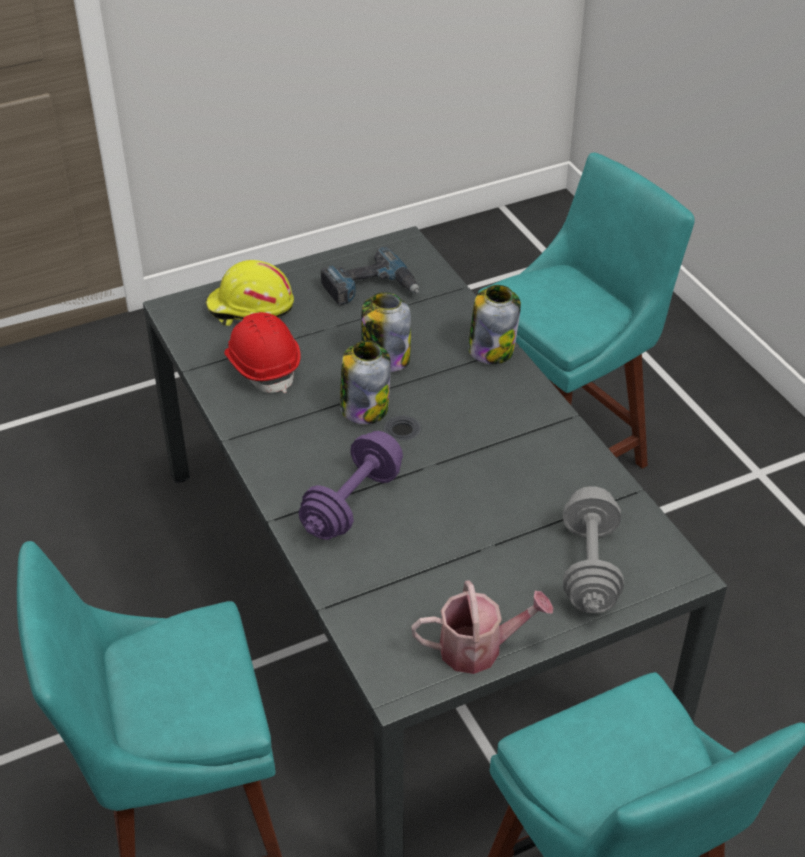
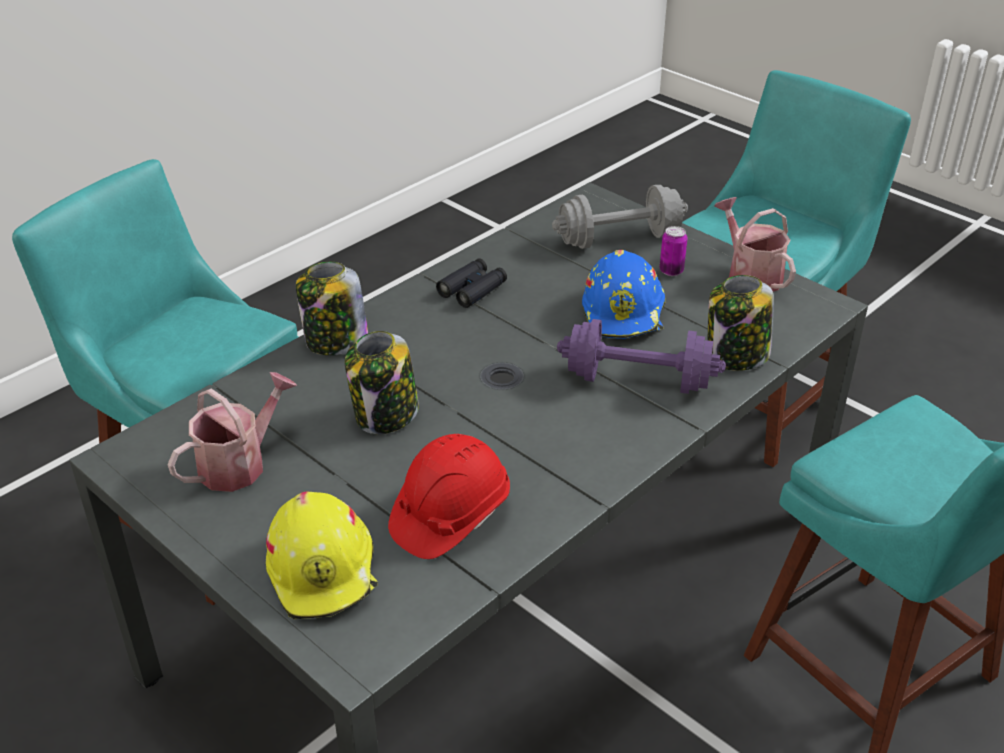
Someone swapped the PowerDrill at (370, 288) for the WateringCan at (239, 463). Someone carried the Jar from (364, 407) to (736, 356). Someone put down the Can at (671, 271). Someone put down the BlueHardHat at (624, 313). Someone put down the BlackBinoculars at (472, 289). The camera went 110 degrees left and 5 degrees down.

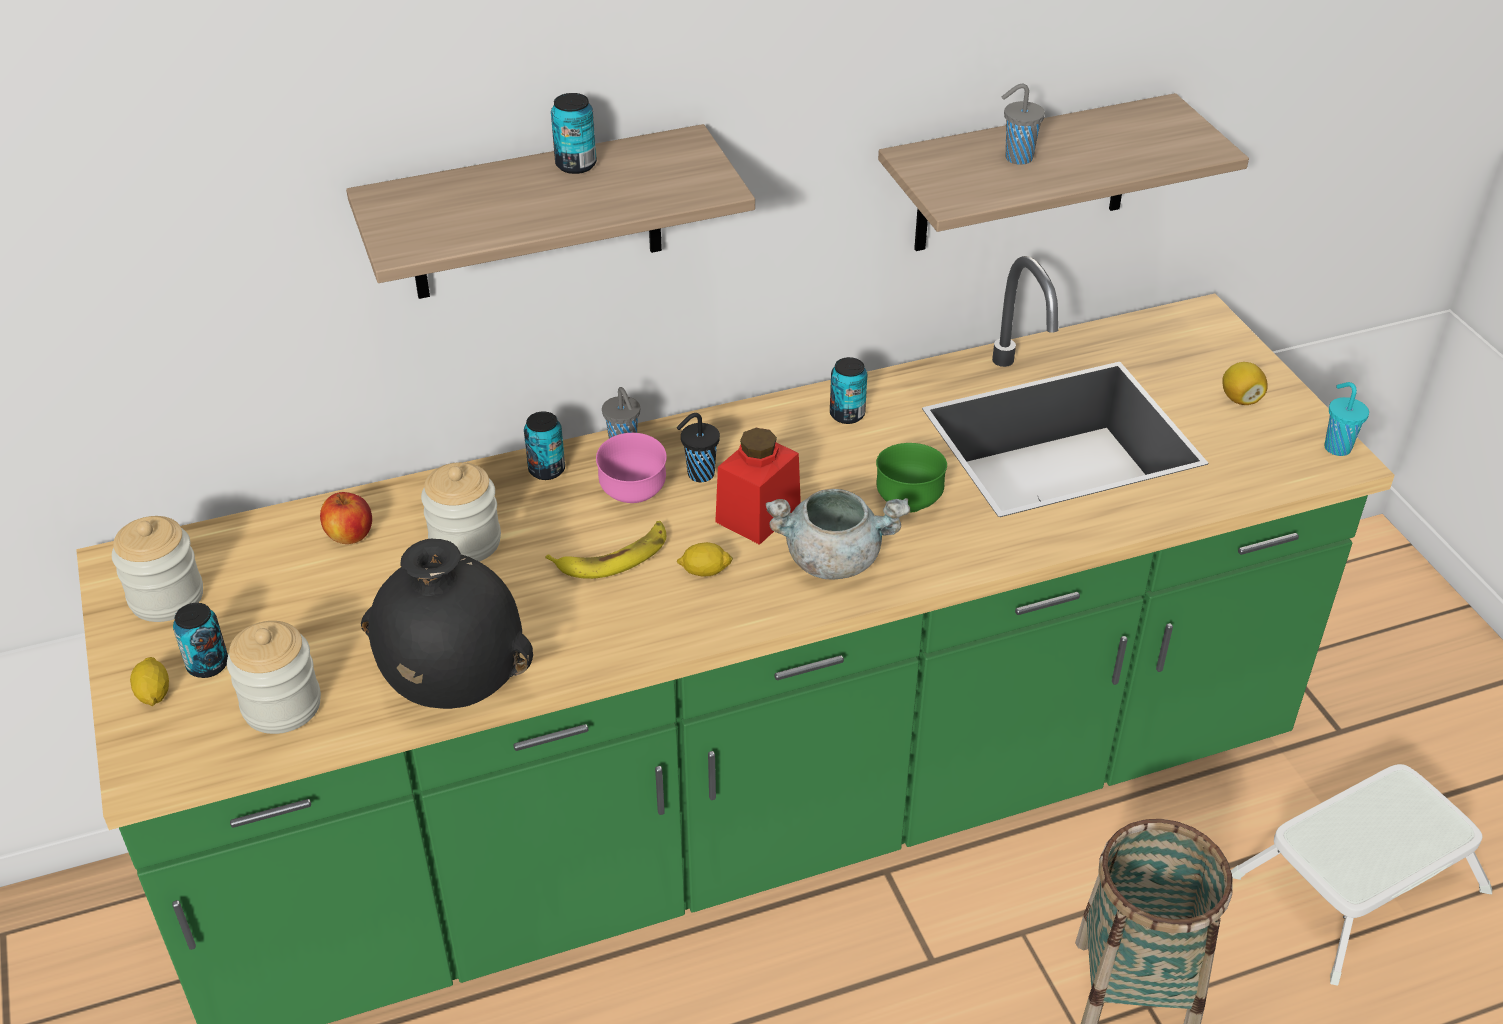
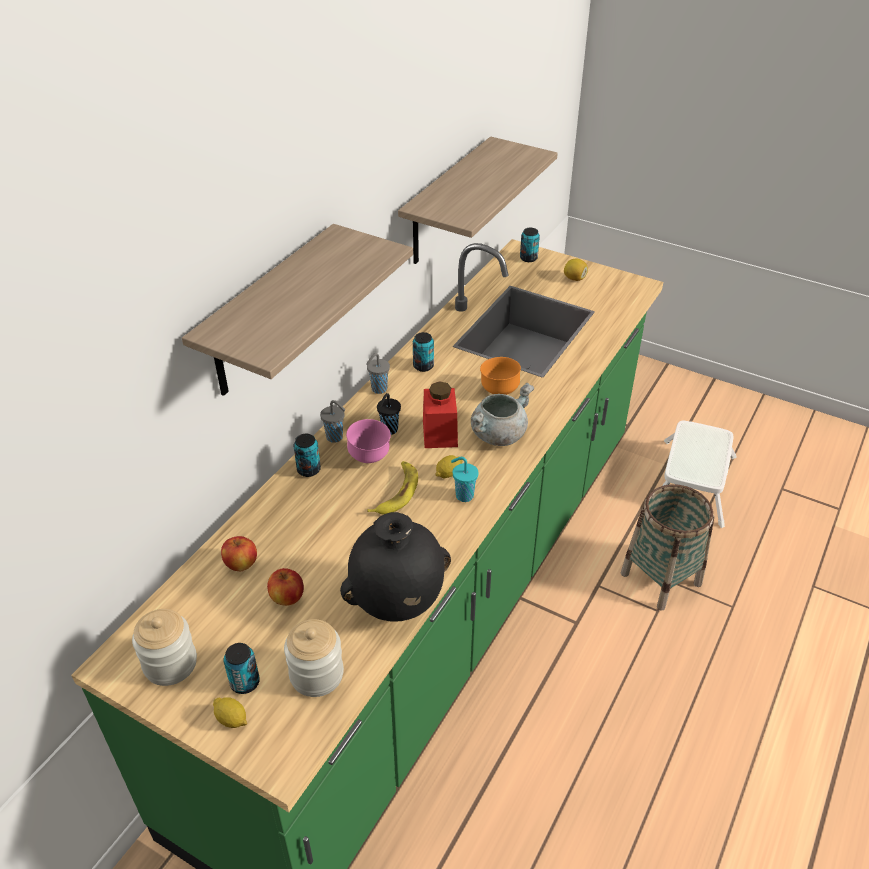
Someone carried the GreyCup from (1016, 158) to (378, 389). Someone carried the Can from (576, 165) to (528, 258). Someone carried the TurquoiseCup from (1336, 447) to (463, 495). Someone repainted the GreenBowl at (908, 503), which became the OrangeBowl at (499, 391). Someone took away the Jar at (465, 542). Someone put down the Apple at (287, 598). The camera went 40 degrees left and 0 degrees up.

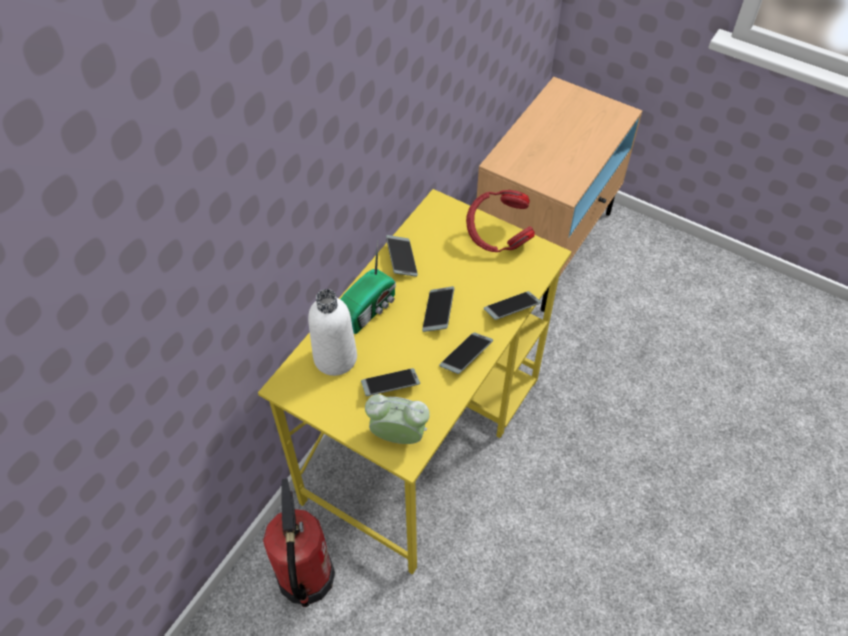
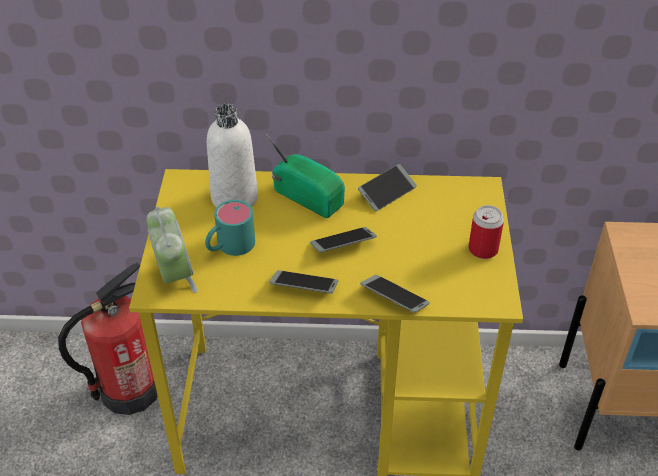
Someone swapped the RedHeadphones at (497, 237) for the Can at (483, 249). Someone rotated the Radio at (369, 309) by 150 degrees counterclockwise. Someone swapped the Phone at (390, 385) for the TurquoiseMug at (229, 247). The camera went 60 degrees right and 10 degrees down.

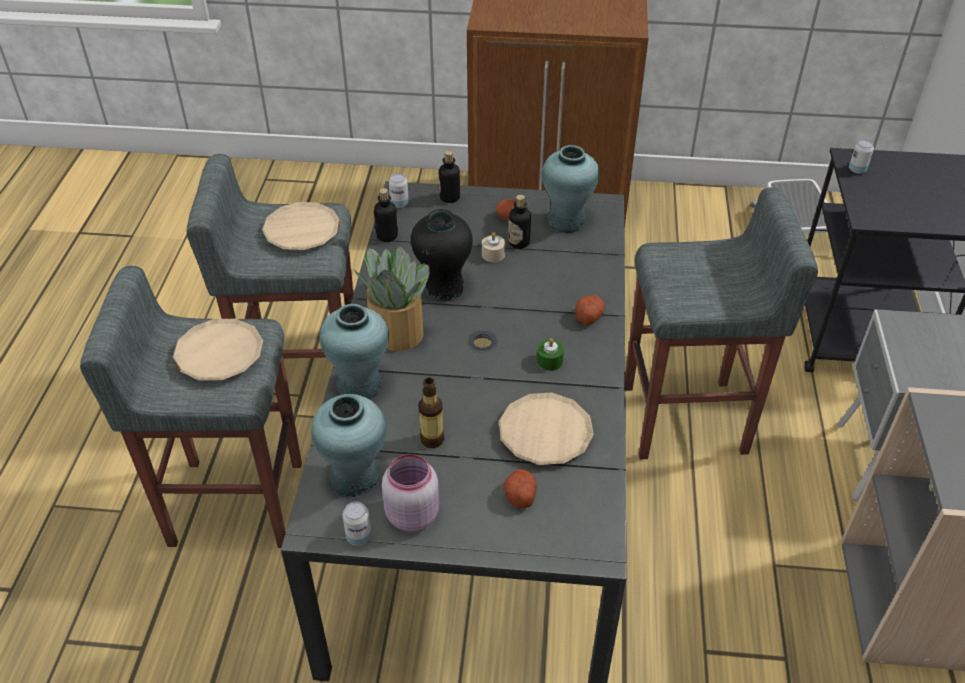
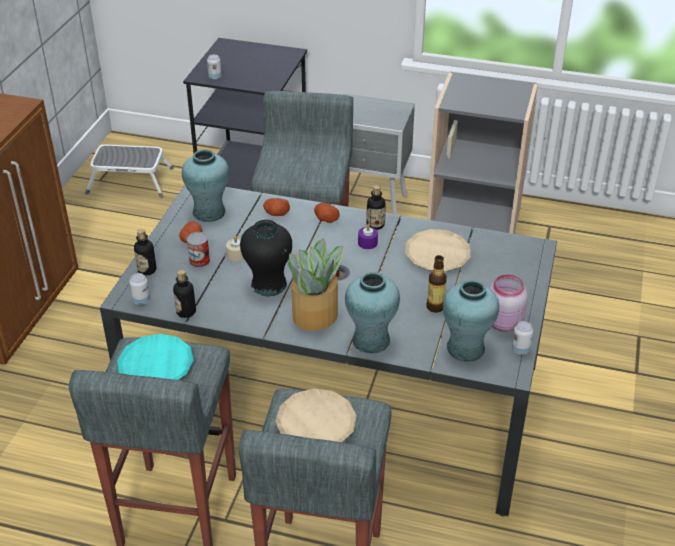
Someone carried the Bottle from (519, 242) to (375, 225). Someone repainted the BeigePlate at (302, 231), which became the TurquoisePlate at (156, 365). Someone repainted the GreenCandle at (549, 361), which became the PurpleCandle at (367, 243). Someone carried the Potato from (519, 495) to (276, 213). Someone put down the Can at (199, 261). The camera went 80 degrees left and 5 degrees down.

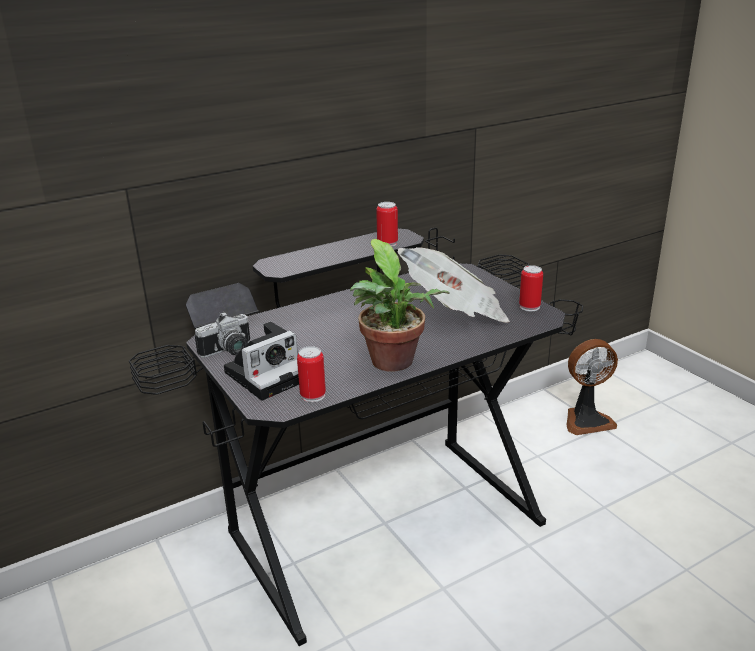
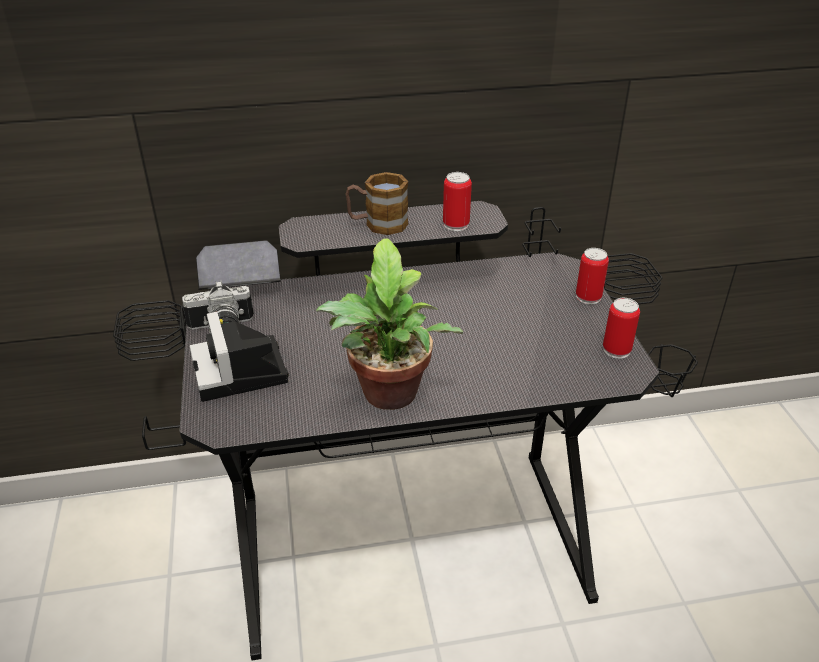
Someone took away the Newspaper at (454, 311). Someone rotated the PhotoCamera at (268, 374) by 90 degrees clockwise. Someone took away the Fan at (586, 420). Someone carried the Can from (313, 395) to (588, 297). Someone put down the Mug at (377, 224). The camera went 20 degrees right and 10 degrees up.

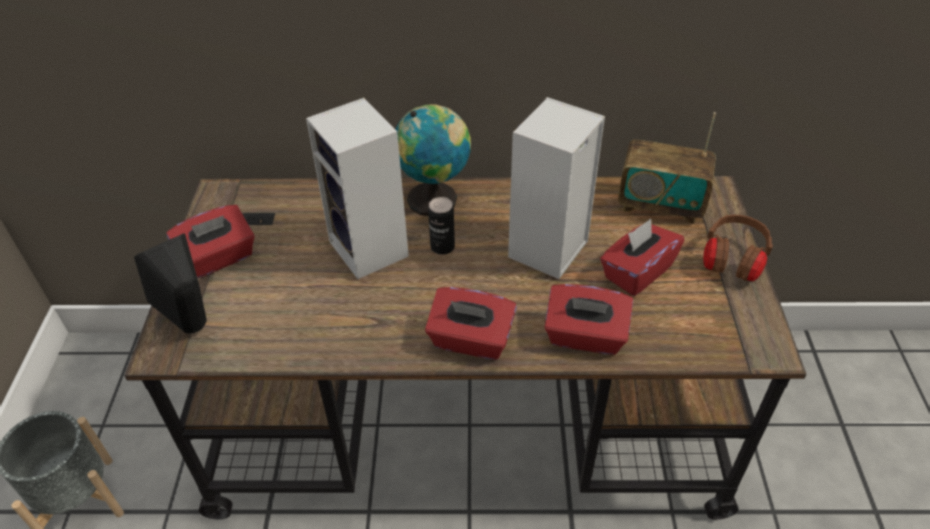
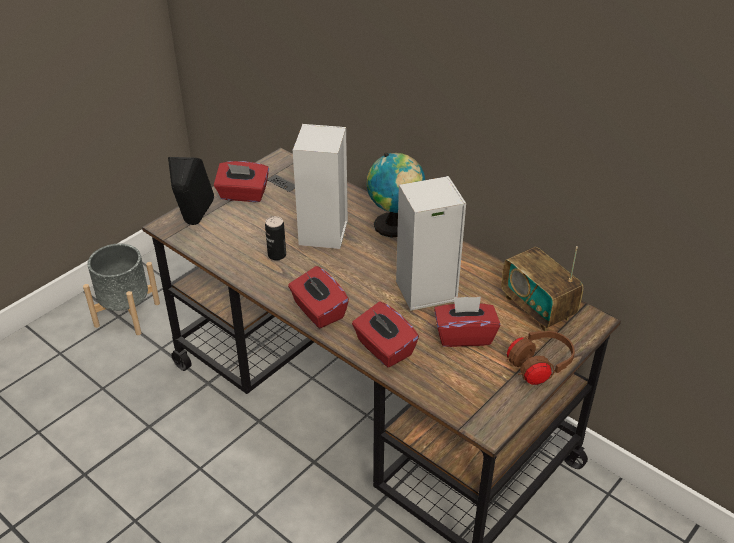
Someone carried the Can from (442, 247) to (277, 255). The camera went 40 degrees right and 5 degrees down.

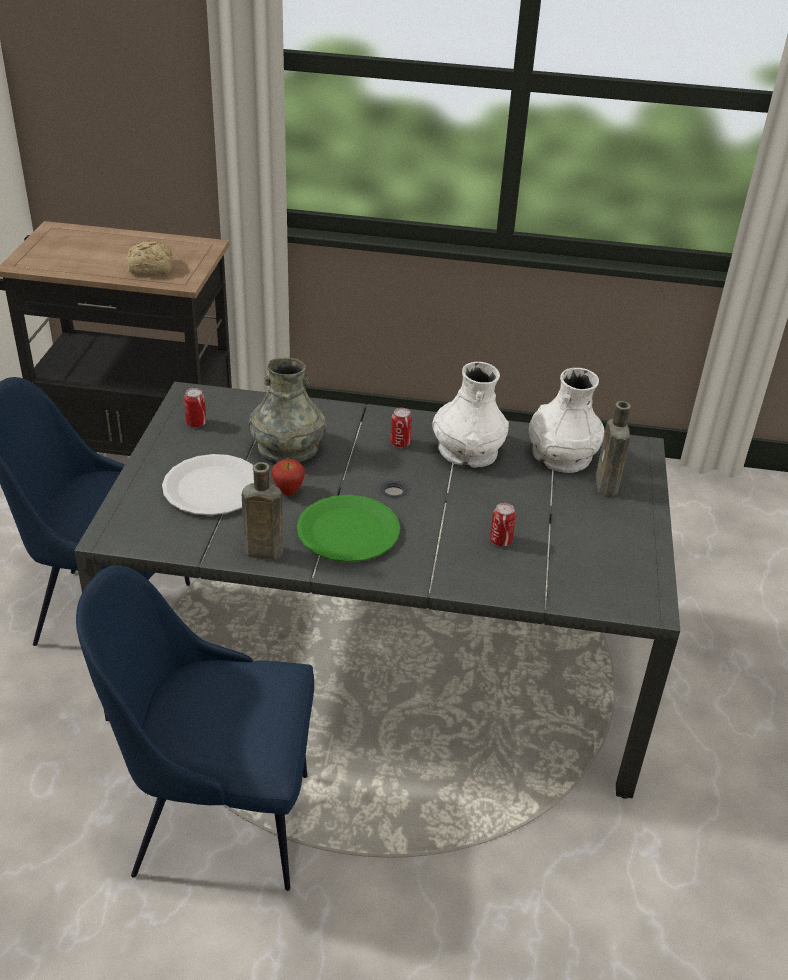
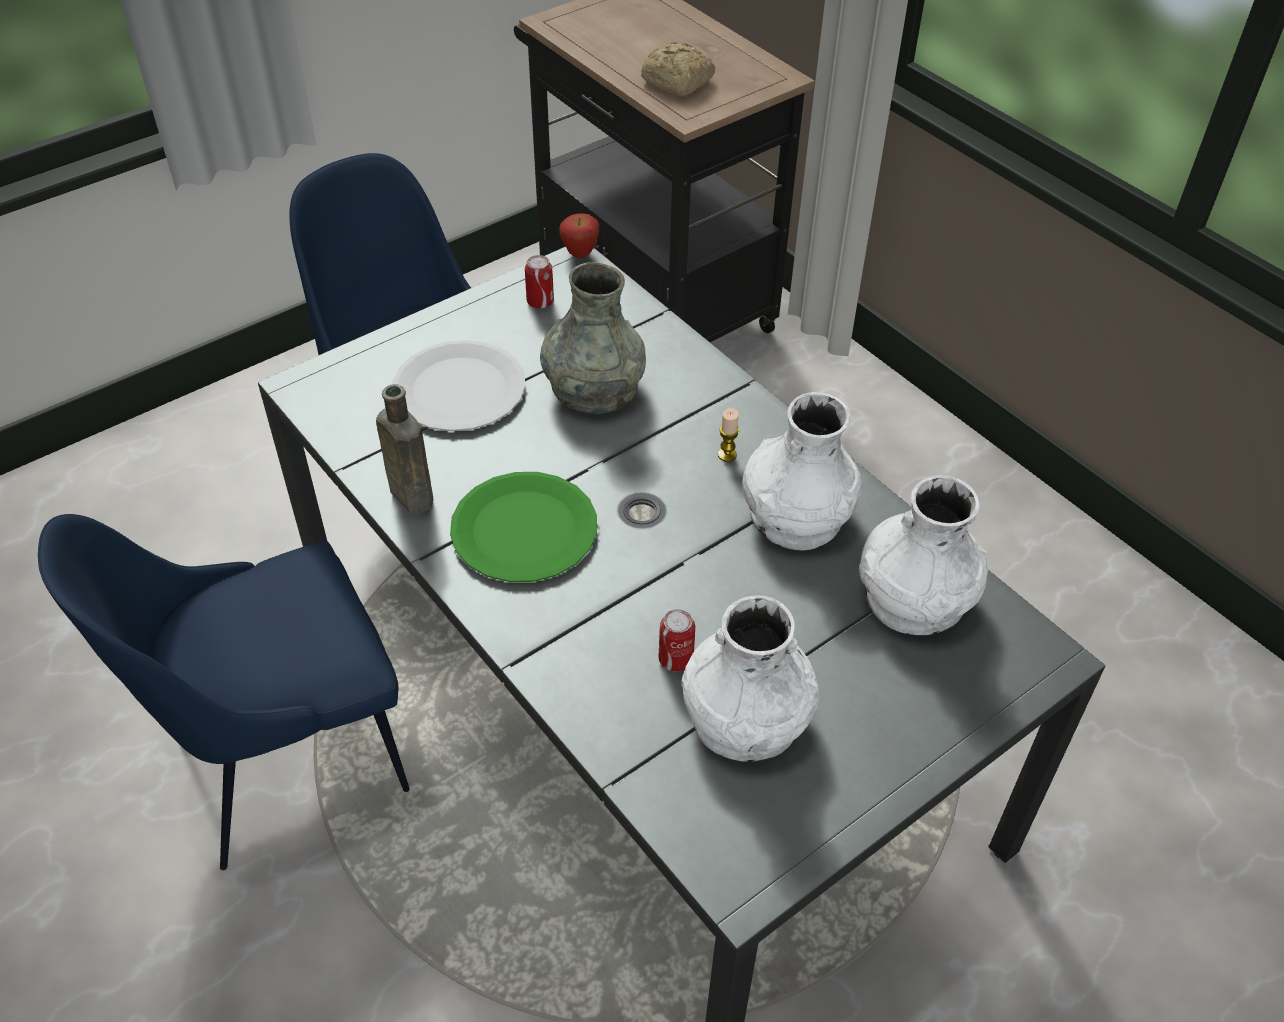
Someone took away the BrownBottle at (606, 487). Someone swapped the Can at (400, 443) for the Candle at (727, 455). Someone carried the Apple from (288, 492) to (580, 254). Someone rotated the BlueChair at (221, 826) by 75 degrees counterclockwise. Someone put down the WhiteVase at (746, 716). The camera went 45 degrees right and 10 degrees up.

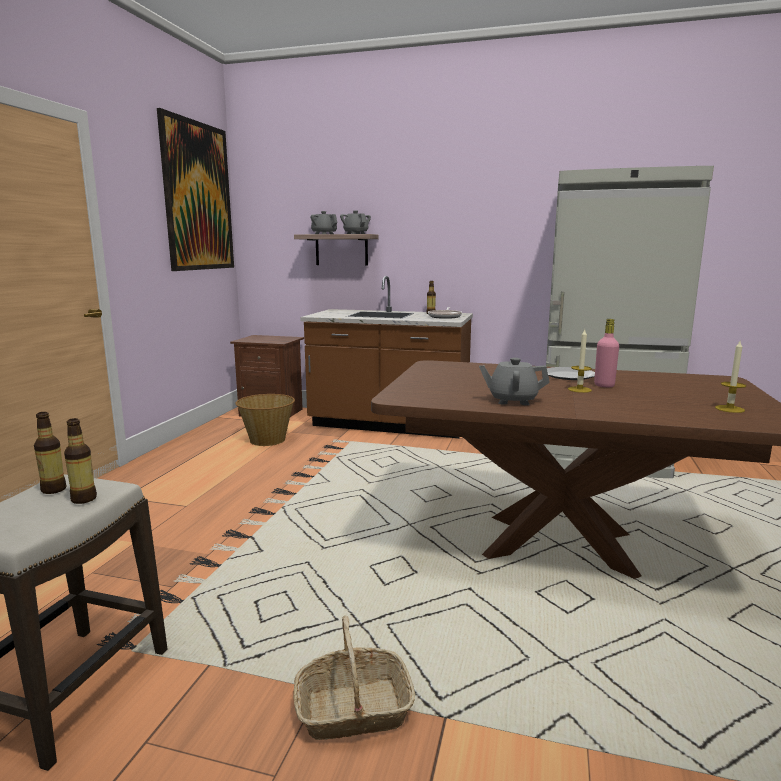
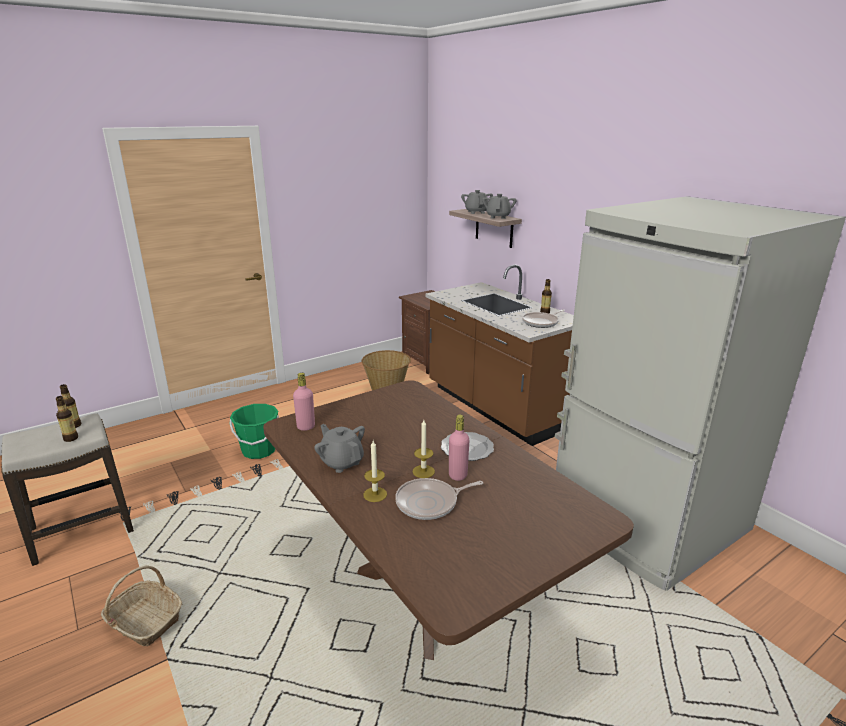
Someone took away the Picture at (198, 197). Someone carried the Candle from (729, 409) to (375, 494). Someone put down the PinkBottle at (306, 427). Someone put down the GreenBucket at (259, 451). Someone put down the FryingPan at (430, 503). The camera went 40 degrees right and 10 degrees up.

